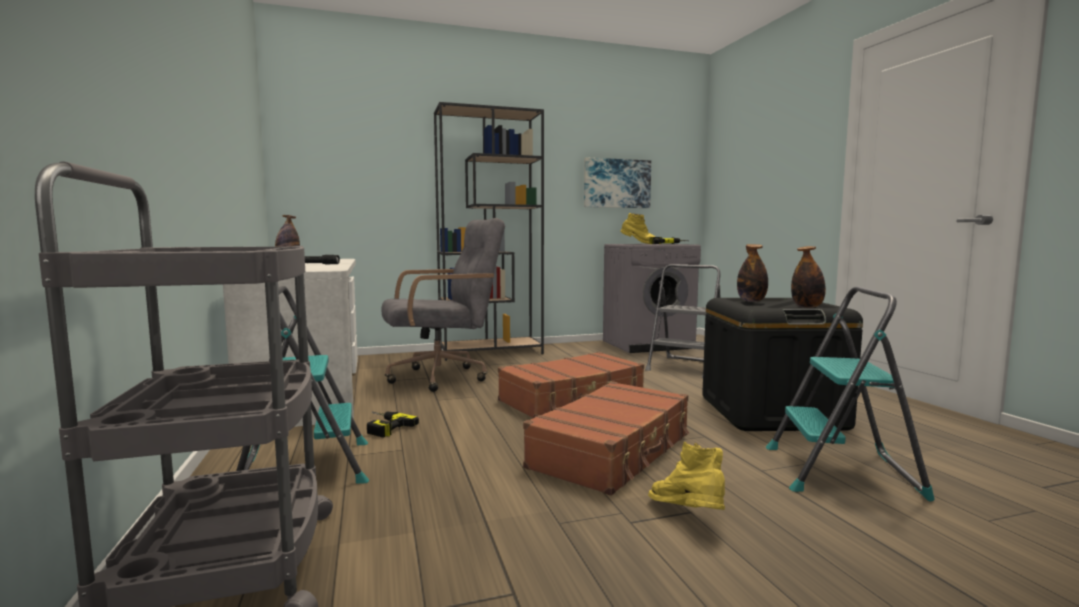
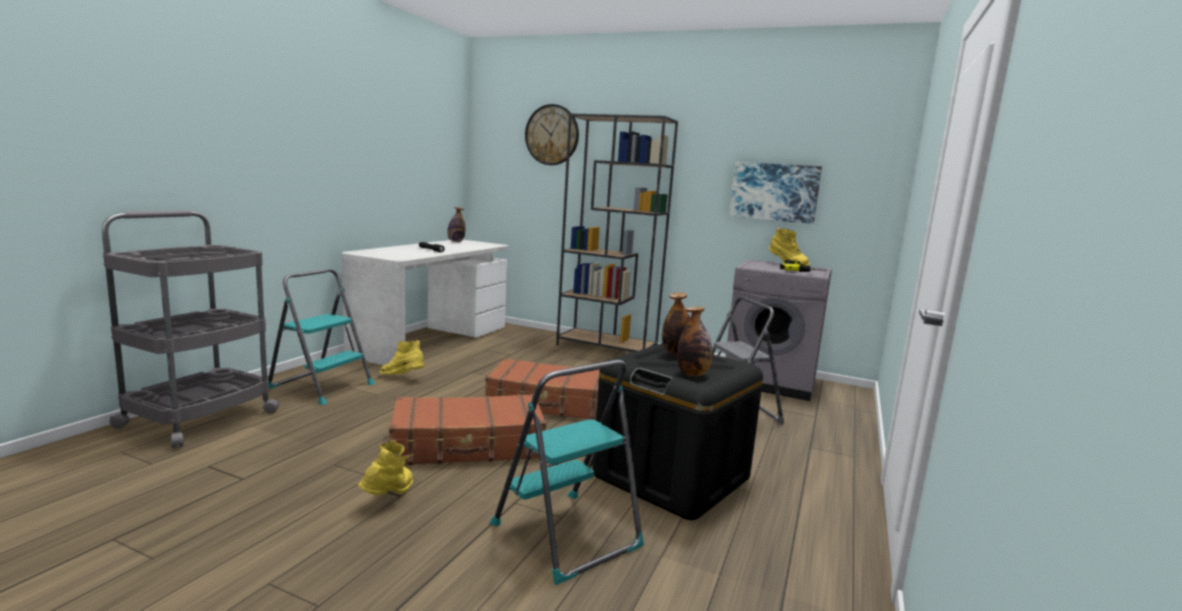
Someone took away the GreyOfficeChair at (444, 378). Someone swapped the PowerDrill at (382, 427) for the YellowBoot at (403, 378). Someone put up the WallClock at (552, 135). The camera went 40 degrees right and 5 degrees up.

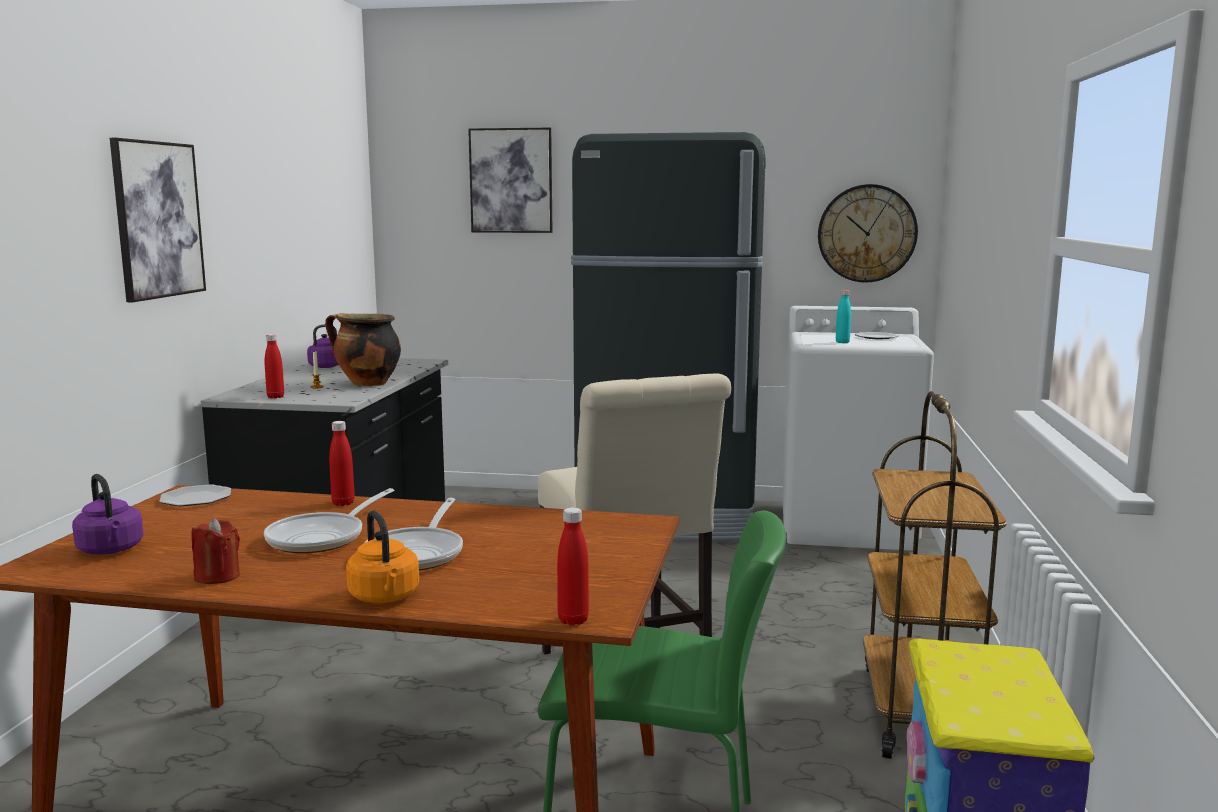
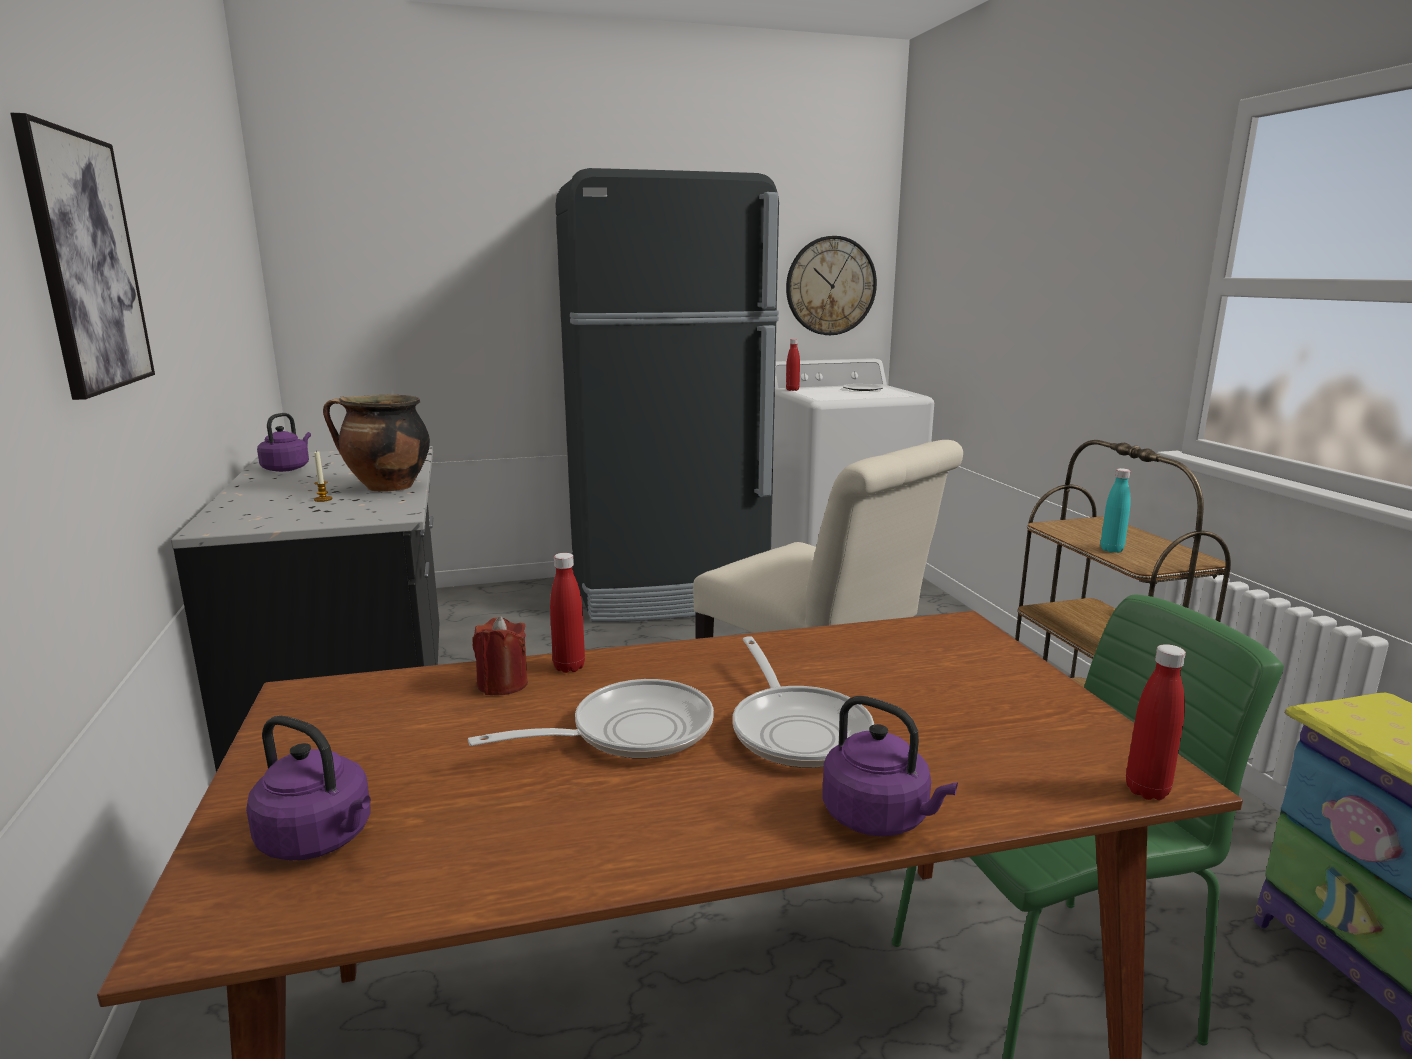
Someone took away the Picture at (511, 180). Someone carried the TurquoiseBottle from (842, 342) to (1111, 550). Someone carried the RedBottle from (275, 397) to (792, 390). Someone took away the Plate at (195, 499). Someone rotated the FryingPan at (322, 538) by 120 degrees counterclockwise. Someone repainted the OrangeKettle at (385, 597), which became the PurpleKettle at (880, 818). Someone carried the RedCandle from (217, 576) to (502, 684). The camera went 25 degrees left and 5 degrees up.

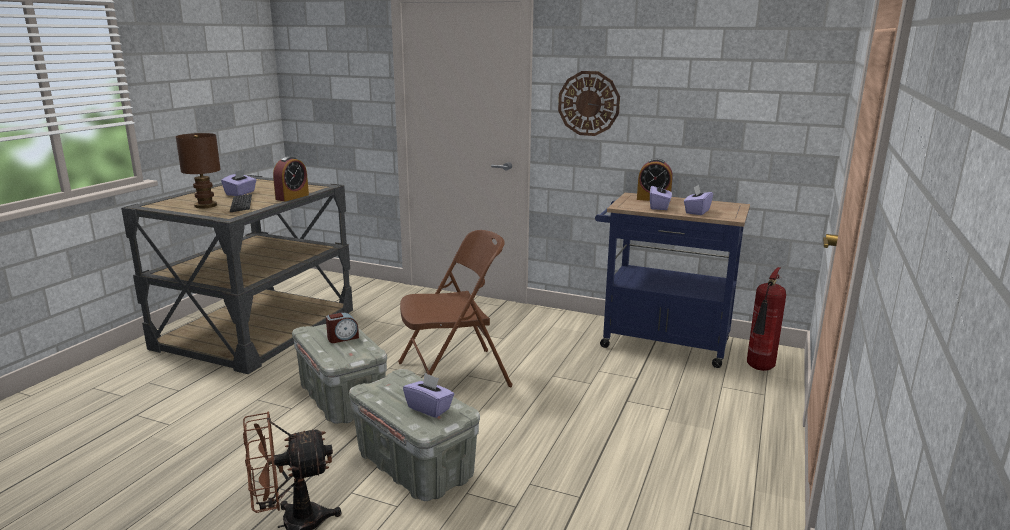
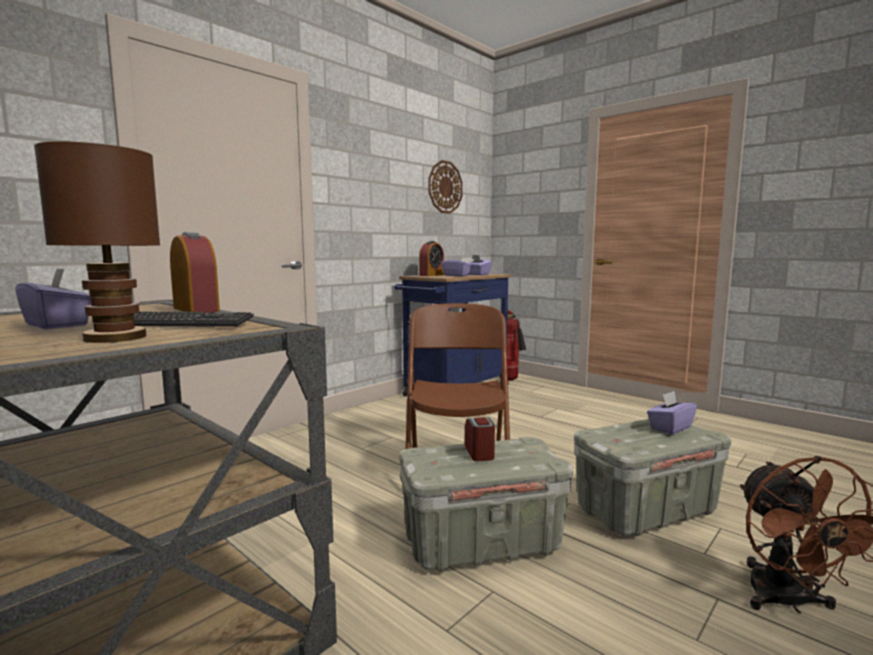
Someone carried the WallClock from (588, 103) to (445, 187). The camera went 70 degrees left and 10 degrees down.

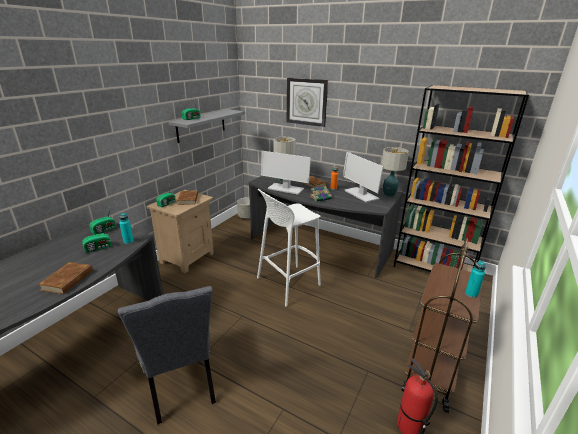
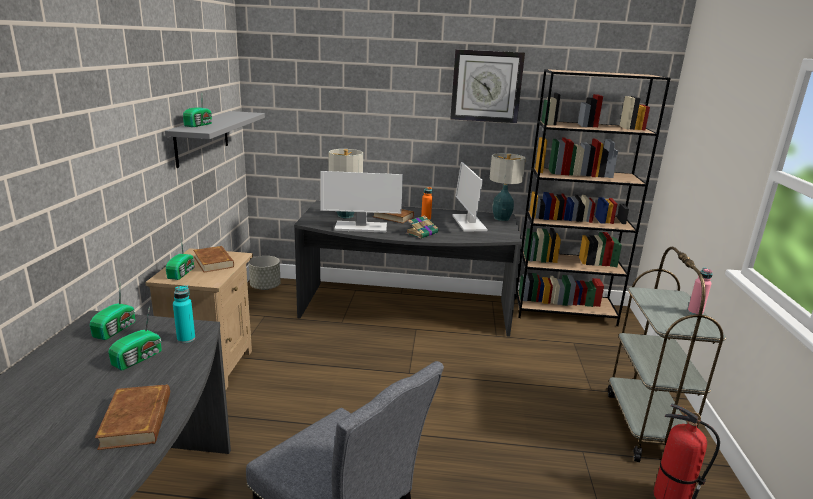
Someone carried the WallClock from (306, 102) to (486, 86). Someone rotated the Monitor at (361, 194) by 45 degrees clockwise. Someone took away the WhiteStool at (288, 284). Someone repainted the BrownCart at (432, 369), which became the GreyCart at (645, 426). Someone repainted the TurquoiseBottle at (471, 294), which became the PinkBottle at (695, 312). The camera went 25 degrees left and 5 degrees down.

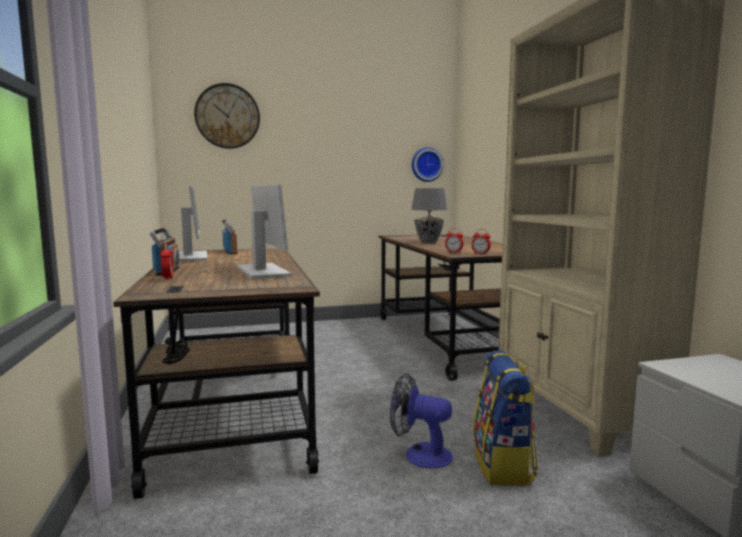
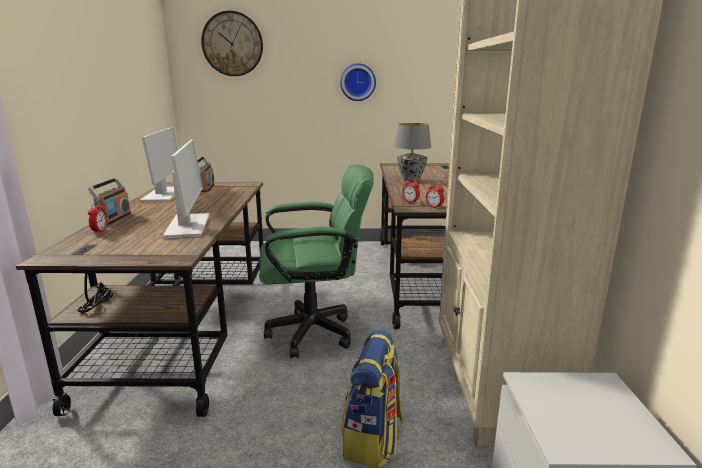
Someone carried the WallClock from (426, 164) to (358, 82). Someone took away the Fan at (419, 454). Someone put down the GreenOfficeChair at (316, 332). The camera went 15 degrees right and 10 degrees up.

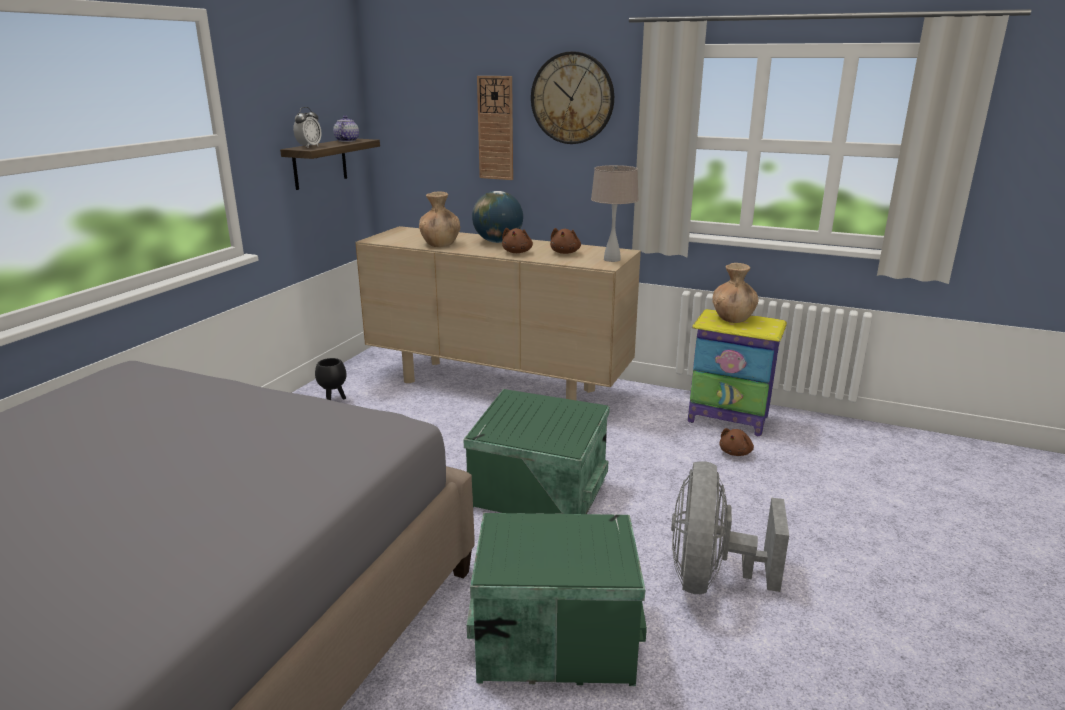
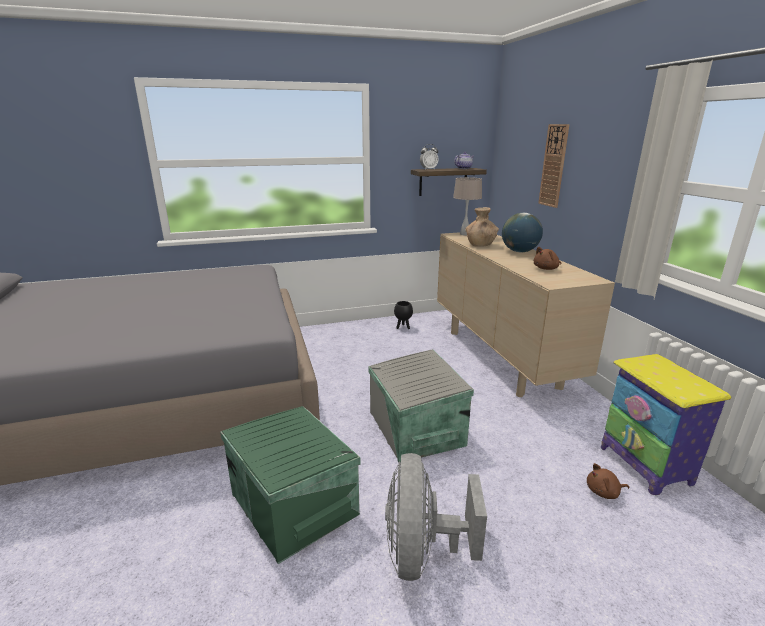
Someone took away the WallClock at (572, 98). Someone carried the BeigeTableLamp from (611, 259) to (464, 234). Someone took away the BrownPlushToy at (517, 252). Someone took away the BrownVase at (733, 318). Someone repainted the GreenStorageBox at (539, 494), which became the GreyStorageBox at (415, 429). Someone rotated the GreyFan at (711, 578) by 60 degrees counterclockwise. The camera went 50 degrees right and 0 degrees up.

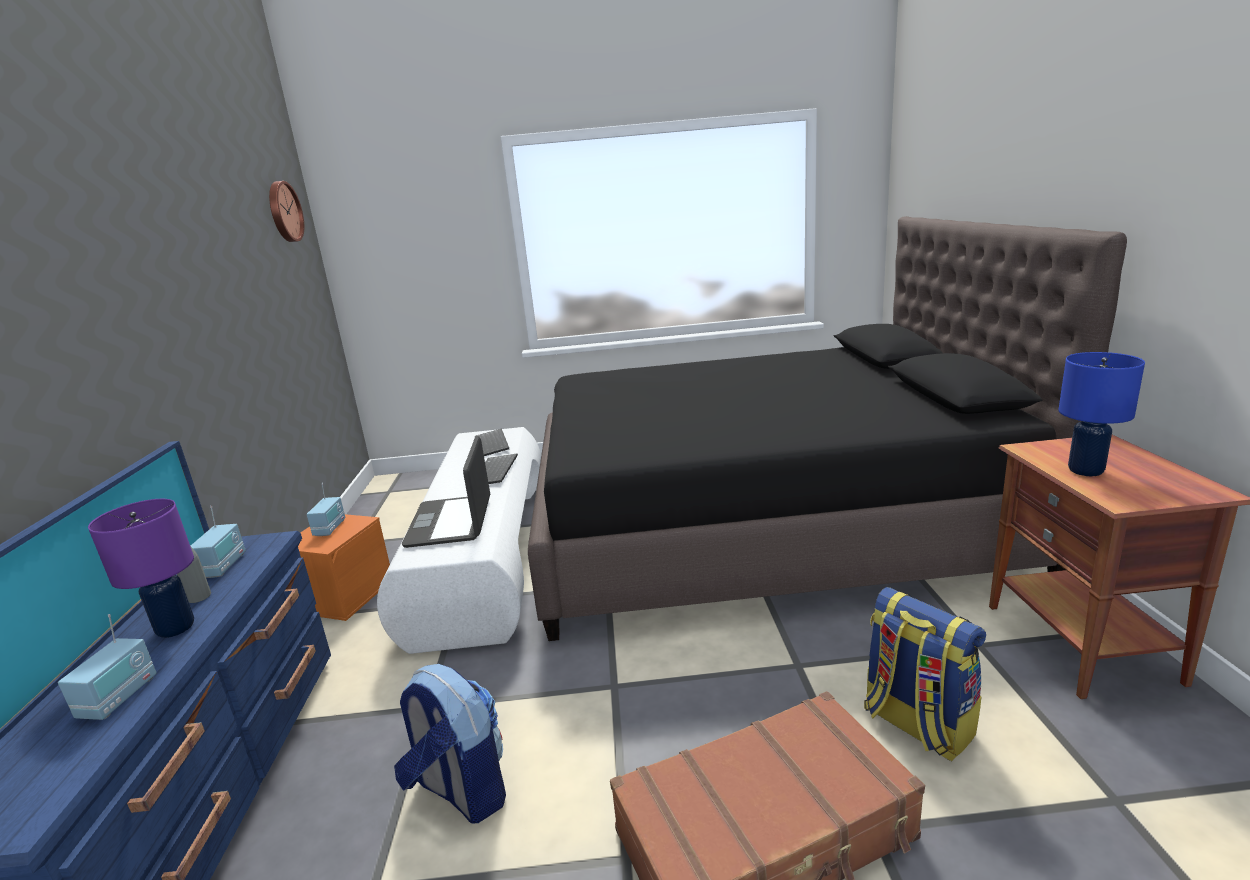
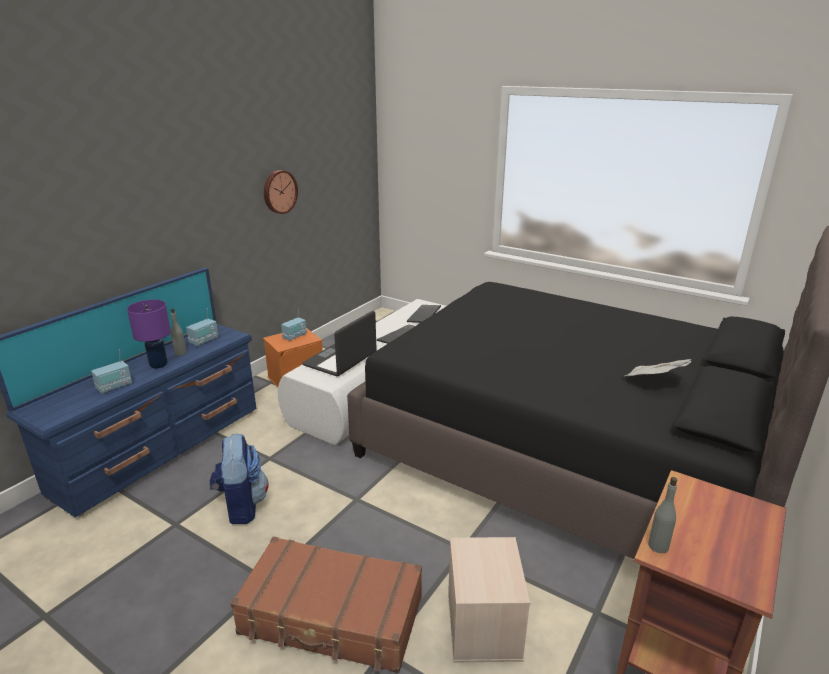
Someone carried the WallClock from (283, 212) to (279, 191). Someone took away the BlueTableLamp at (1083, 470). Someone swapped the Backpack at (915, 724) for the BeigeStorageBox at (482, 624). Someone put down the Newspaper at (654, 381). Someone put down the GreyBottle at (658, 546). The camera went 35 degrees right and 5 degrees up.

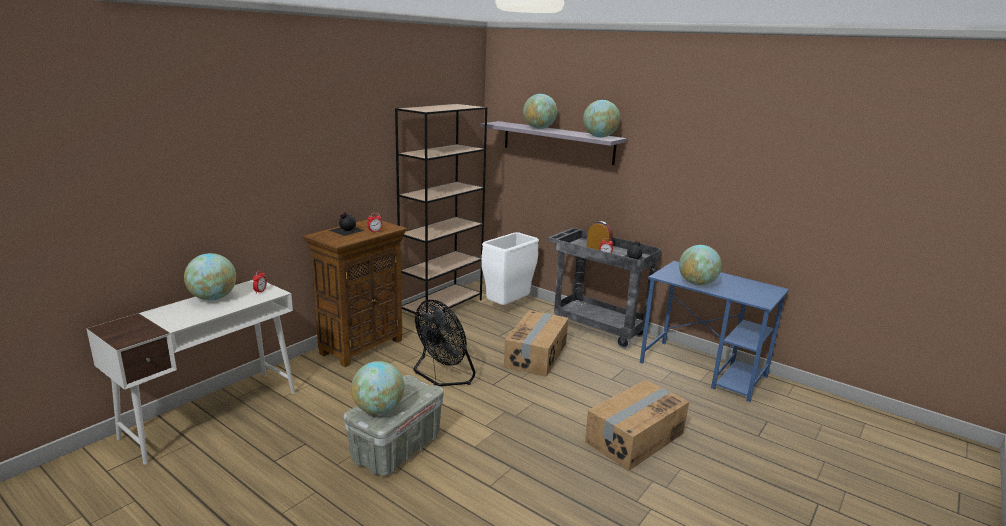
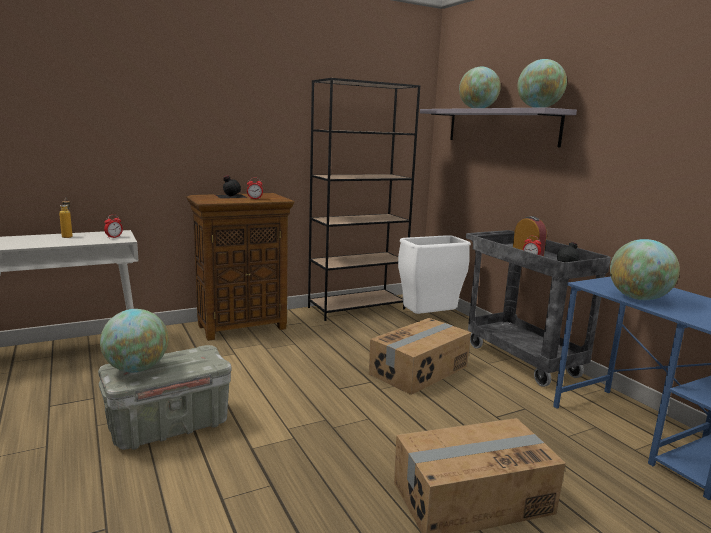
Someone swapped the Globe at (213, 298) for the Bottle at (68, 236). Someone took away the BlackFan at (435, 376). The camera went 25 degrees right and 5 degrees down.

